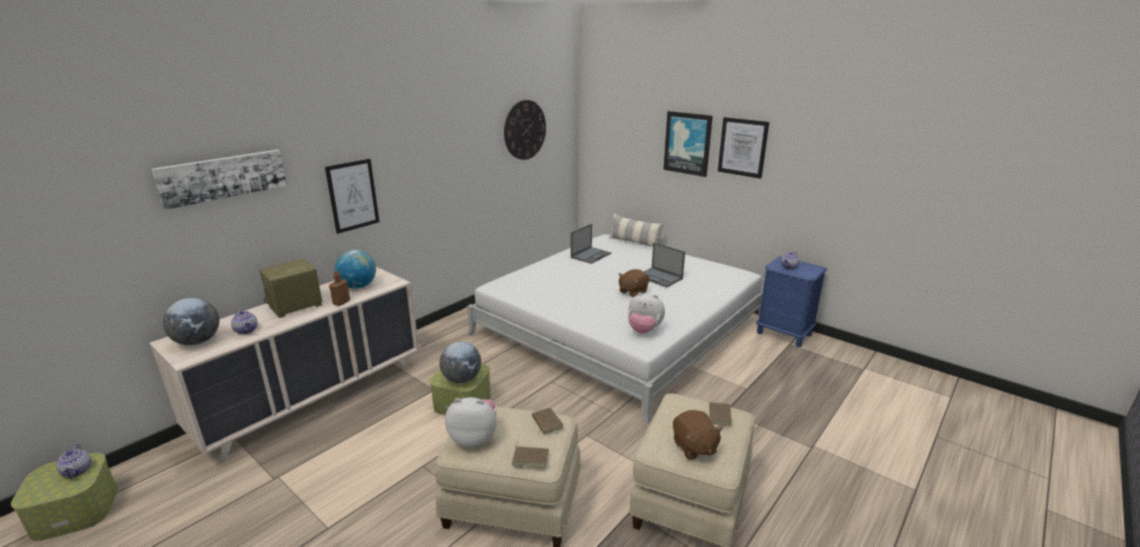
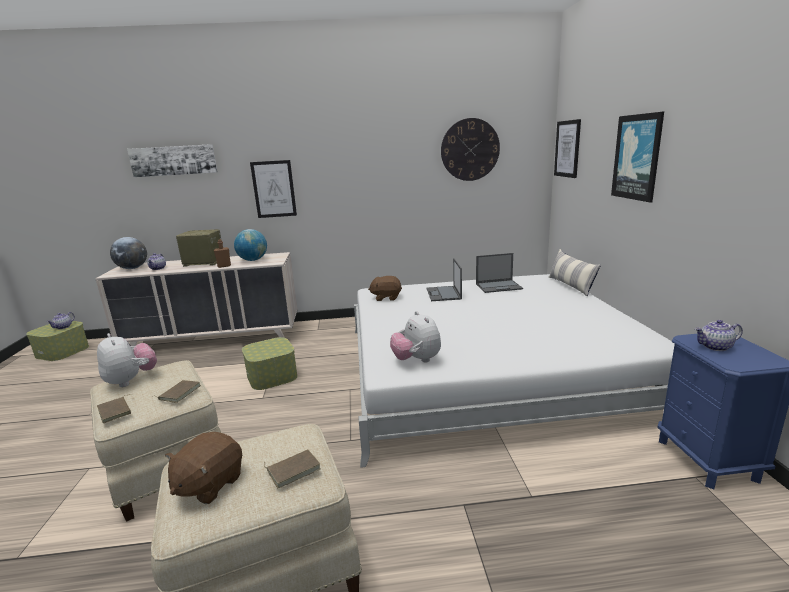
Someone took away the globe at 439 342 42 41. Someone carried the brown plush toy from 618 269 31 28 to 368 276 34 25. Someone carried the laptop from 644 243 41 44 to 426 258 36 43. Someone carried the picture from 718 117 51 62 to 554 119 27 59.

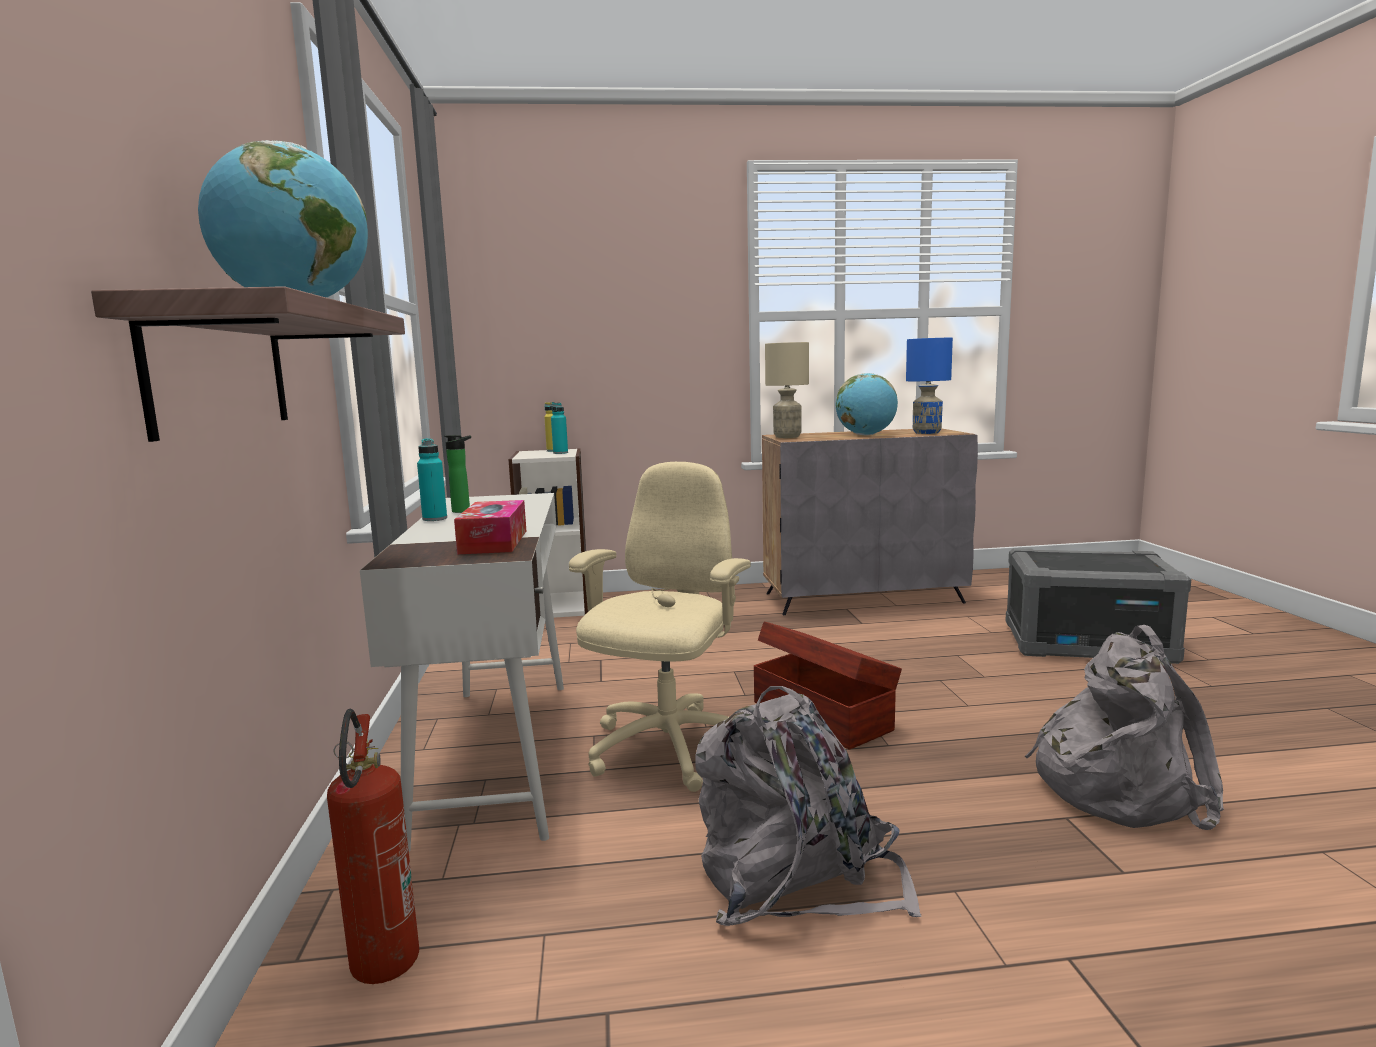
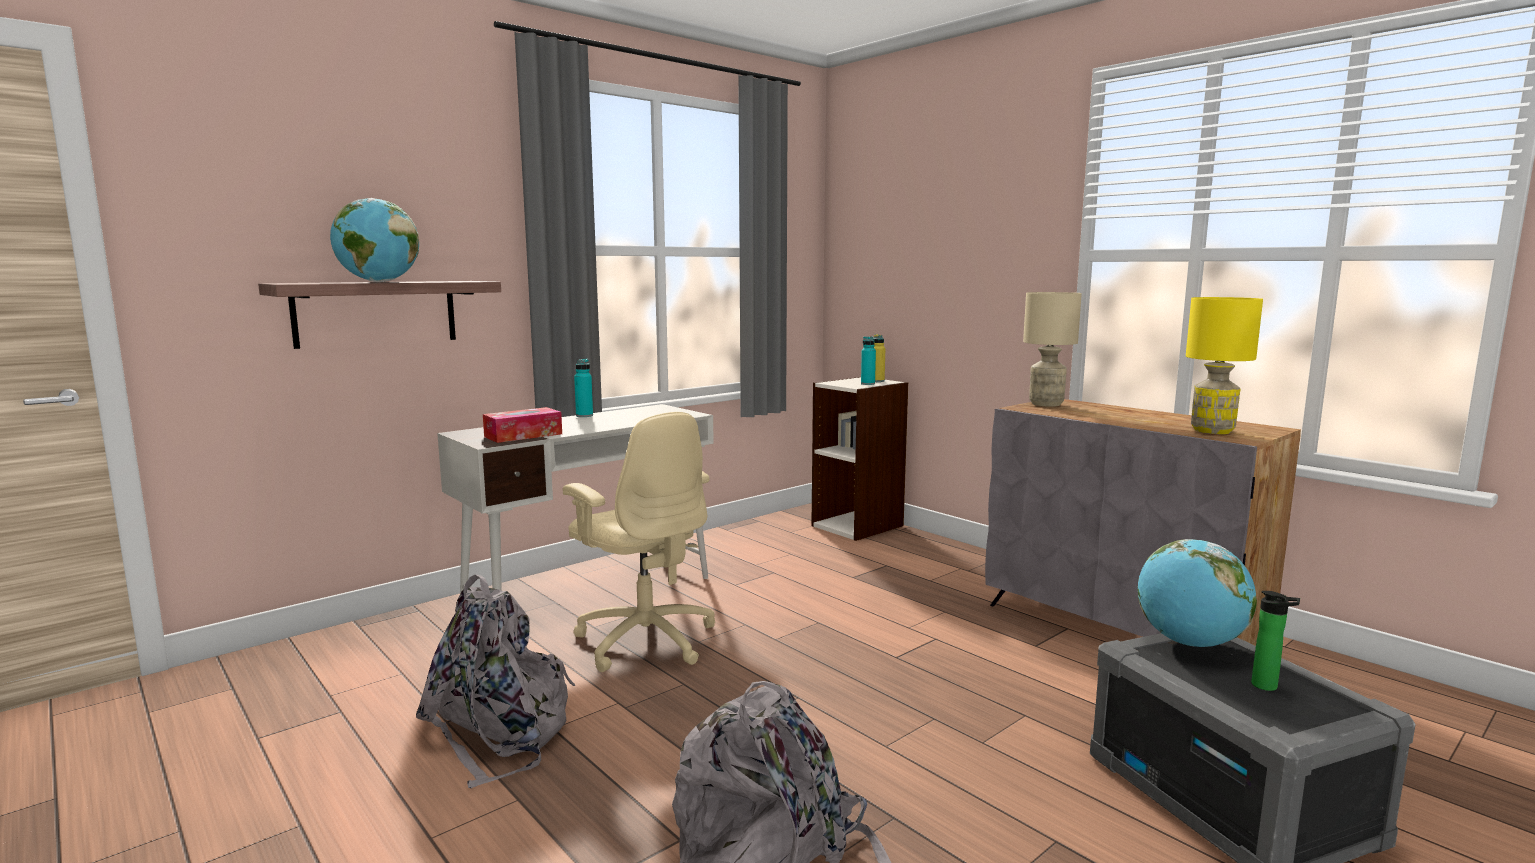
Someone took away the fire extinguisher at 327 708 92 276. Someone took away the brown storage box at 754 621 148 129. Someone carried the bottle from 444 435 27 78 to 1251 591 49 100. Someone carried the globe from 836 373 62 62 to 1138 539 119 108. Someone repainted the blue table lamp at 906 338 47 96, which became the yellow table lamp at 1186 297 77 137. Someone rotated the beige office chair at 569 462 182 330 by 60 degrees clockwise.

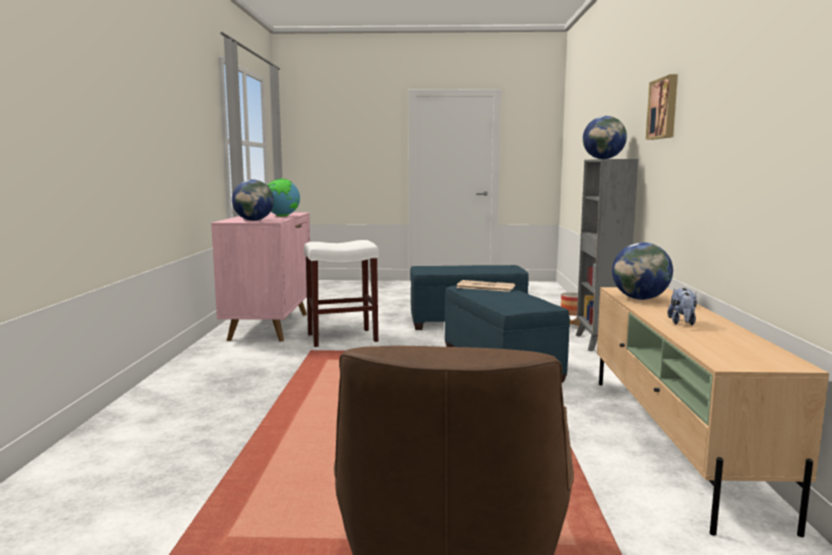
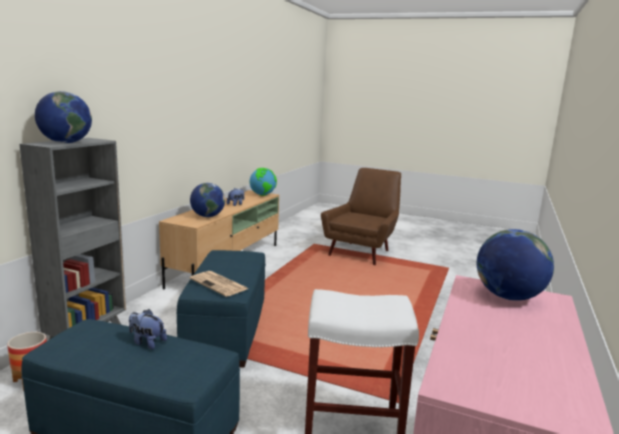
Someone took away the picture at 646 74 32 66. Someone put down the plush toy at 129 309 38 41. Someone carried the globe from 267 179 33 38 to 250 168 27 28.

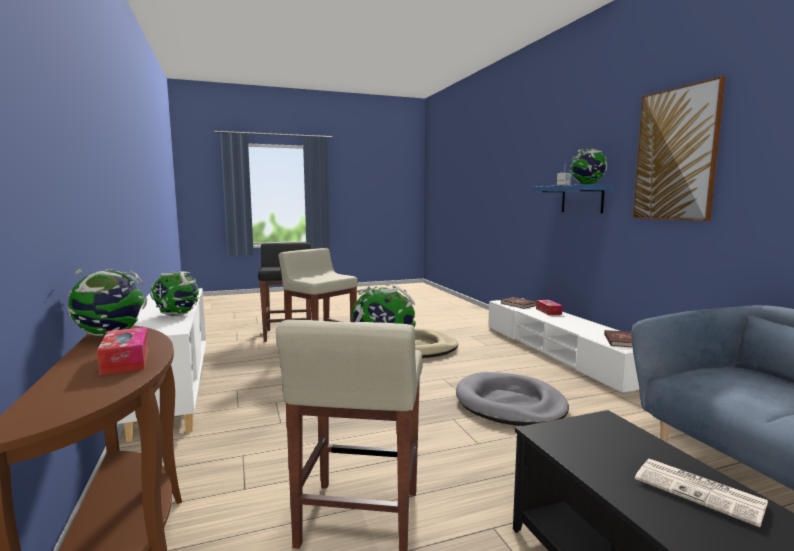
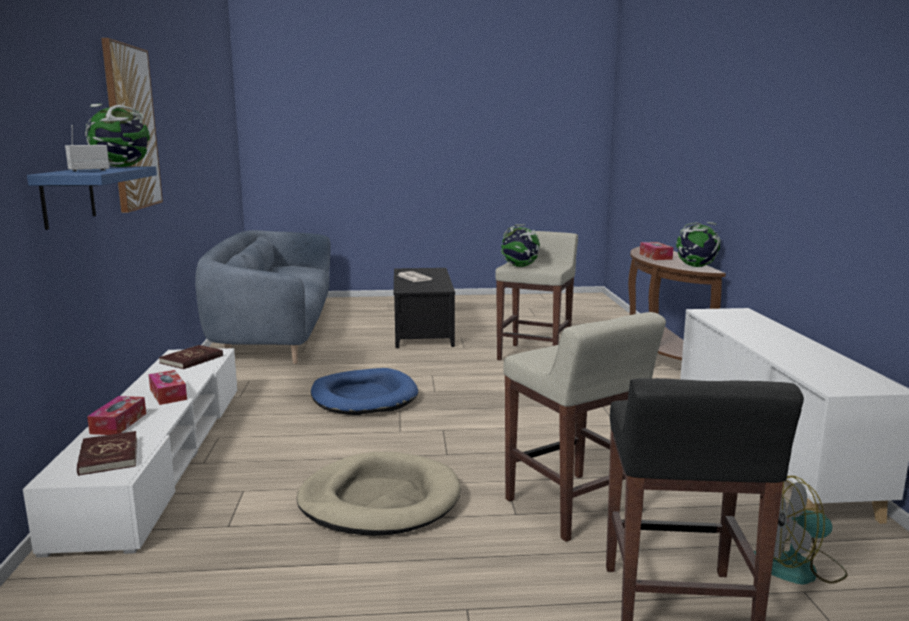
Someone took away the globe at 150 271 49 45. Someone put down the tissue box at 148 370 39 35. Someone put down the fan at 754 476 94 109. Someone repainted the grey dog bed at 456 372 113 54, which became the blue dog bed at 311 368 107 47.

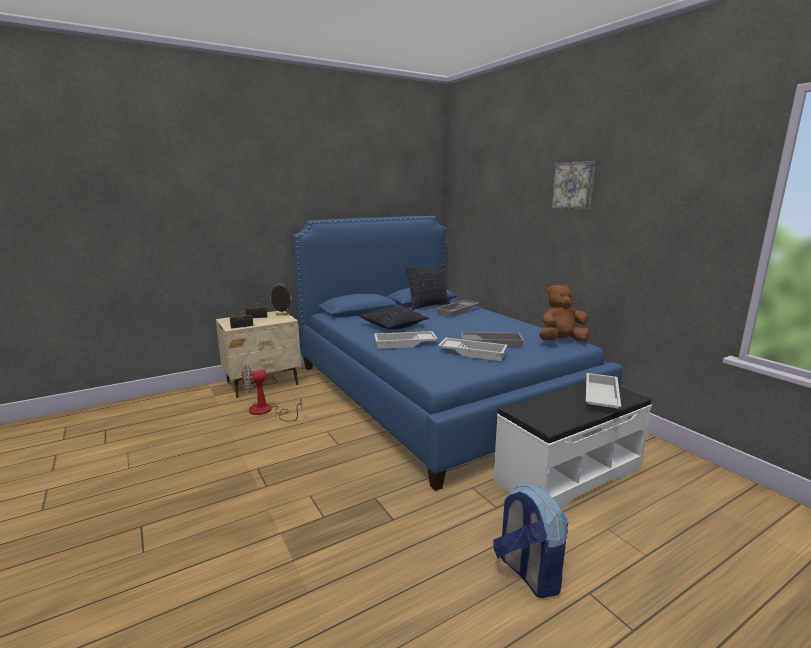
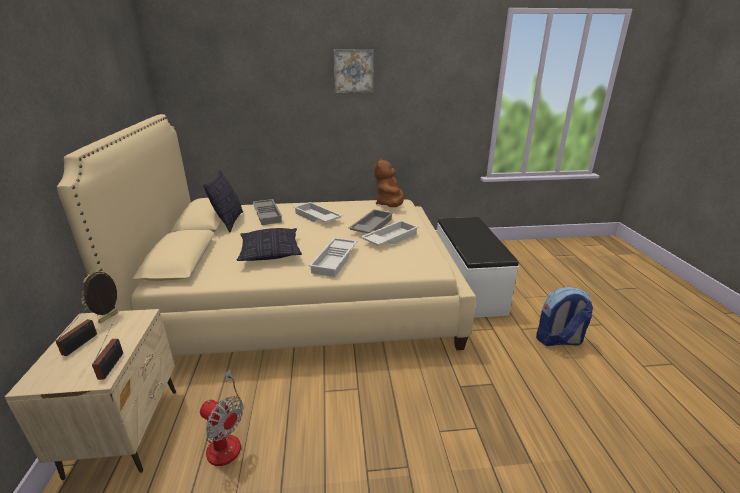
Someone carried the white tray from 586 373 35 36 to 294 202 48 21. Someone repainted the blue bed at 292 216 331 275, which became the beige bed at 57 114 419 242. Someone rotated the fan at 241 365 61 57 by 60 degrees counterclockwise.

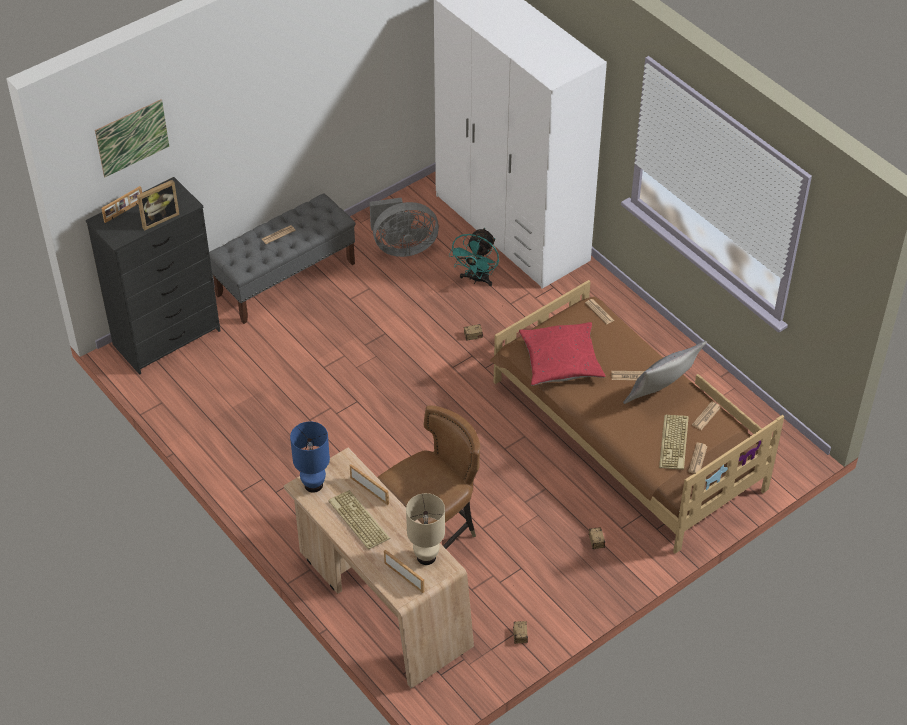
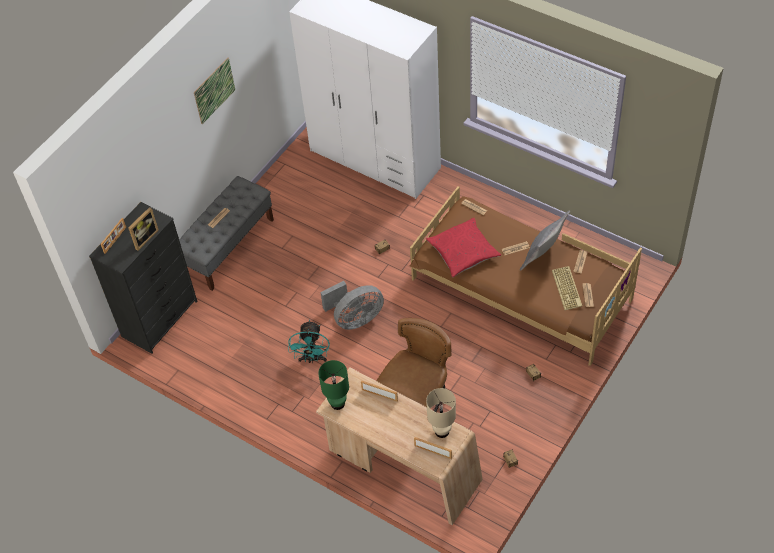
Someone took away the keyboard at 328 490 62 59. Someone carried the picture from 95 99 74 78 to 194 58 41 66. Someone carried the grey fan from 369 197 70 60 to 320 281 64 49. Someone carried the turquoise fan from 449 228 50 58 to 288 320 42 43. Someone repainted the blue table lamp at 290 421 40 72, which became the green table lamp at 318 360 31 50.

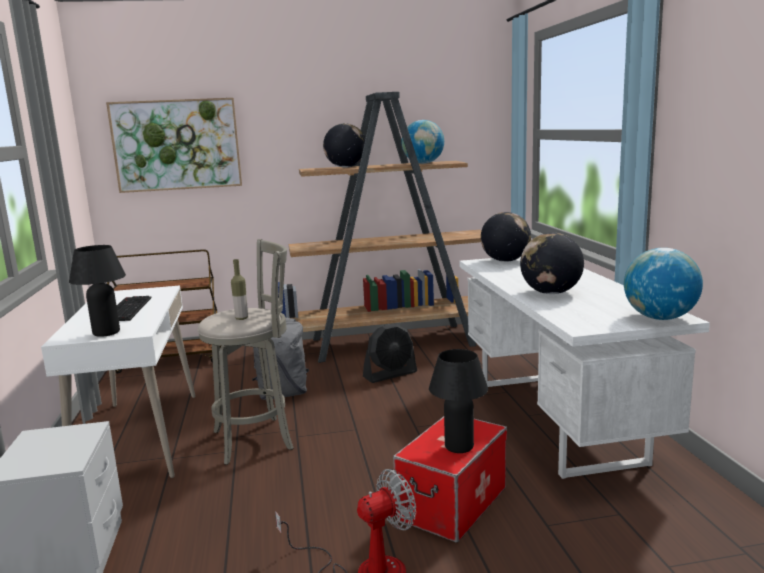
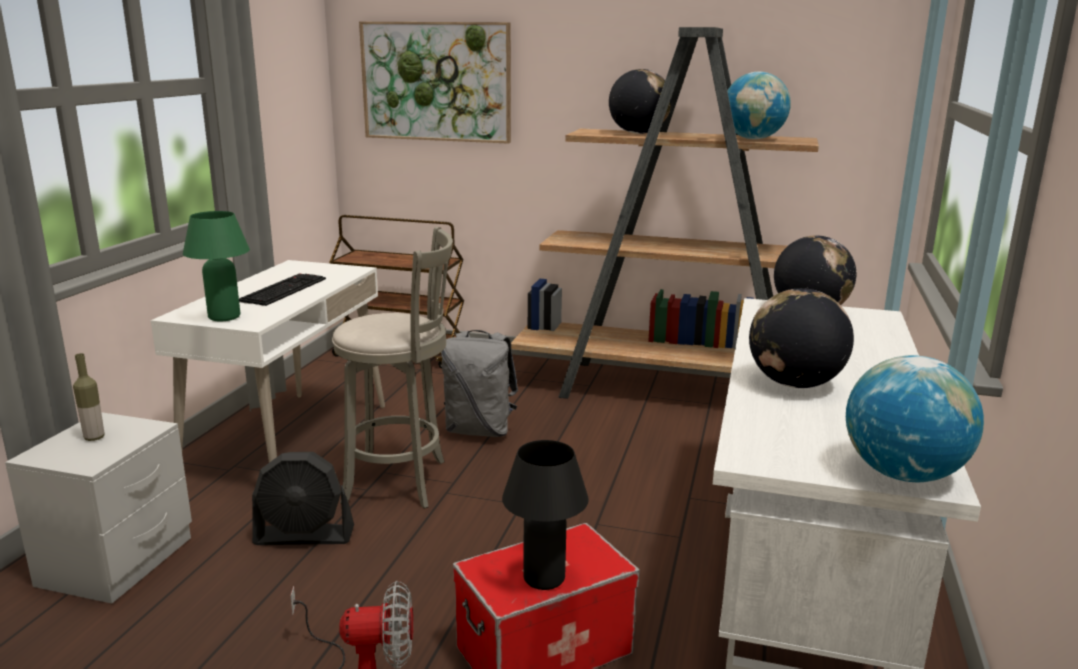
Someone carried the bottle from 231 259 17 61 to 73 353 31 88. Someone carried the black fan from 363 324 54 59 to 252 452 102 93. Someone repainted the black table lamp at 69 245 57 92, which became the green table lamp at 183 211 67 110.

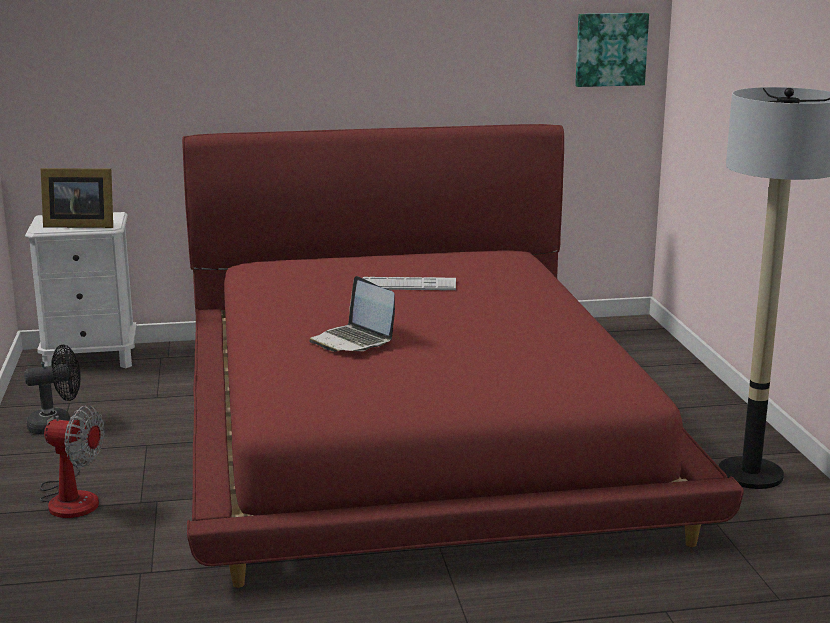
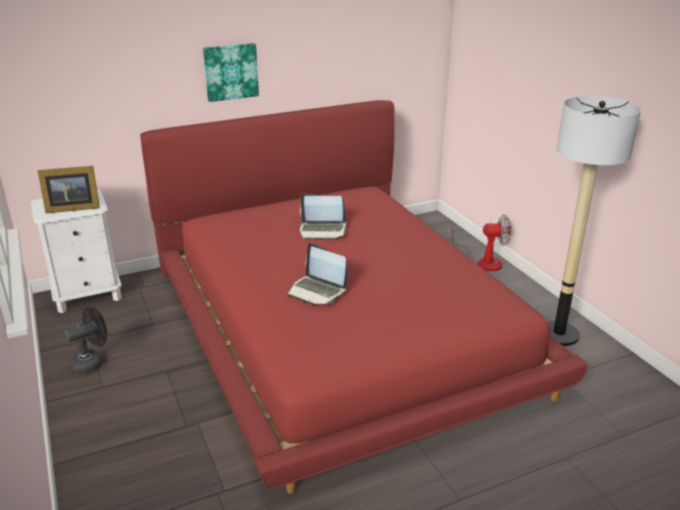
Someone carried the fan from 40 405 64 113 to 448 215 64 56. Someone carried the picture from 575 13 74 74 to 203 43 56 59. Someone swapped the keyboard at 363 277 93 13 for the laptop at 299 194 49 46.

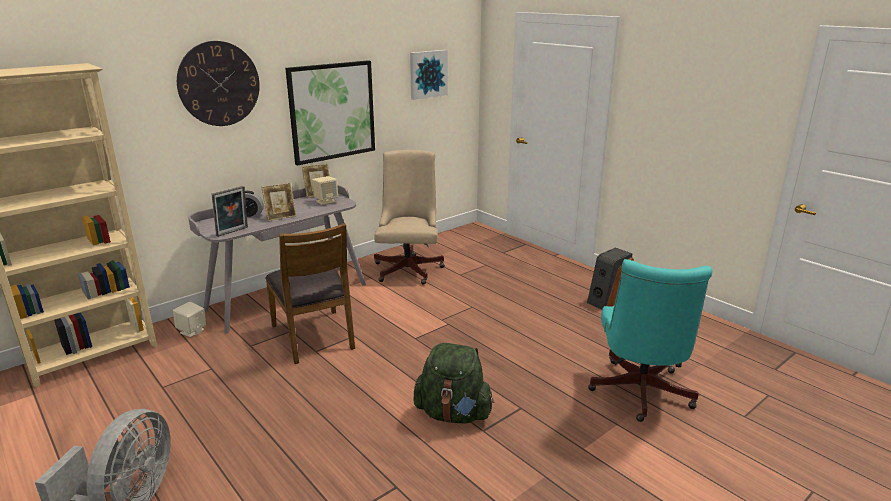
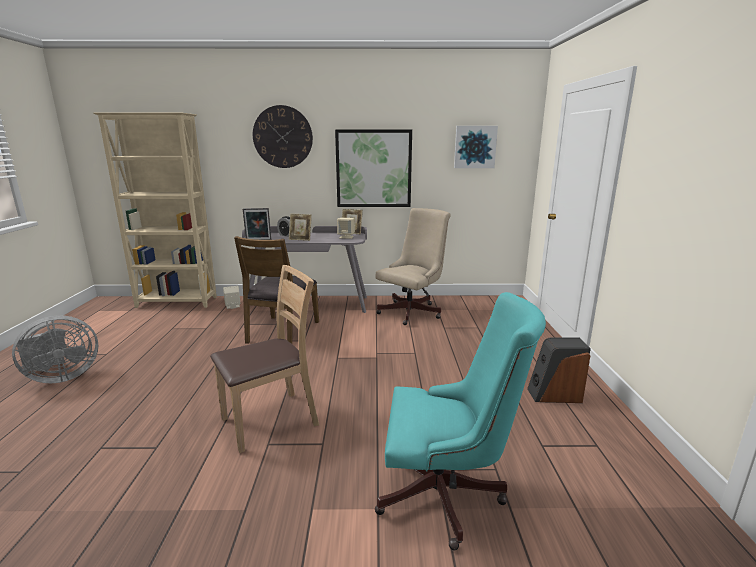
Someone swapped the green backpack at 414 343 80 80 for the brown chair at 210 265 109 188. Someone rotated the turquoise office chair at 588 259 124 163 by 135 degrees counterclockwise.

